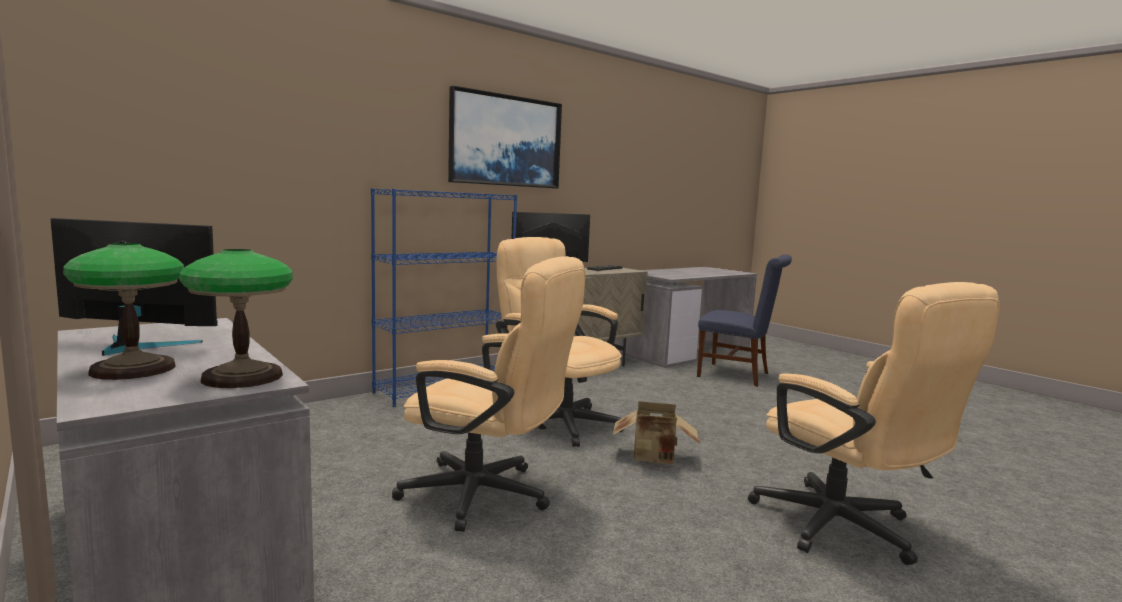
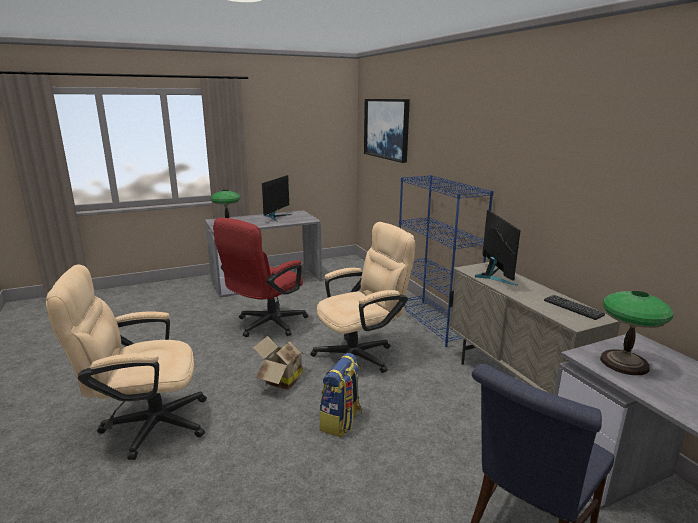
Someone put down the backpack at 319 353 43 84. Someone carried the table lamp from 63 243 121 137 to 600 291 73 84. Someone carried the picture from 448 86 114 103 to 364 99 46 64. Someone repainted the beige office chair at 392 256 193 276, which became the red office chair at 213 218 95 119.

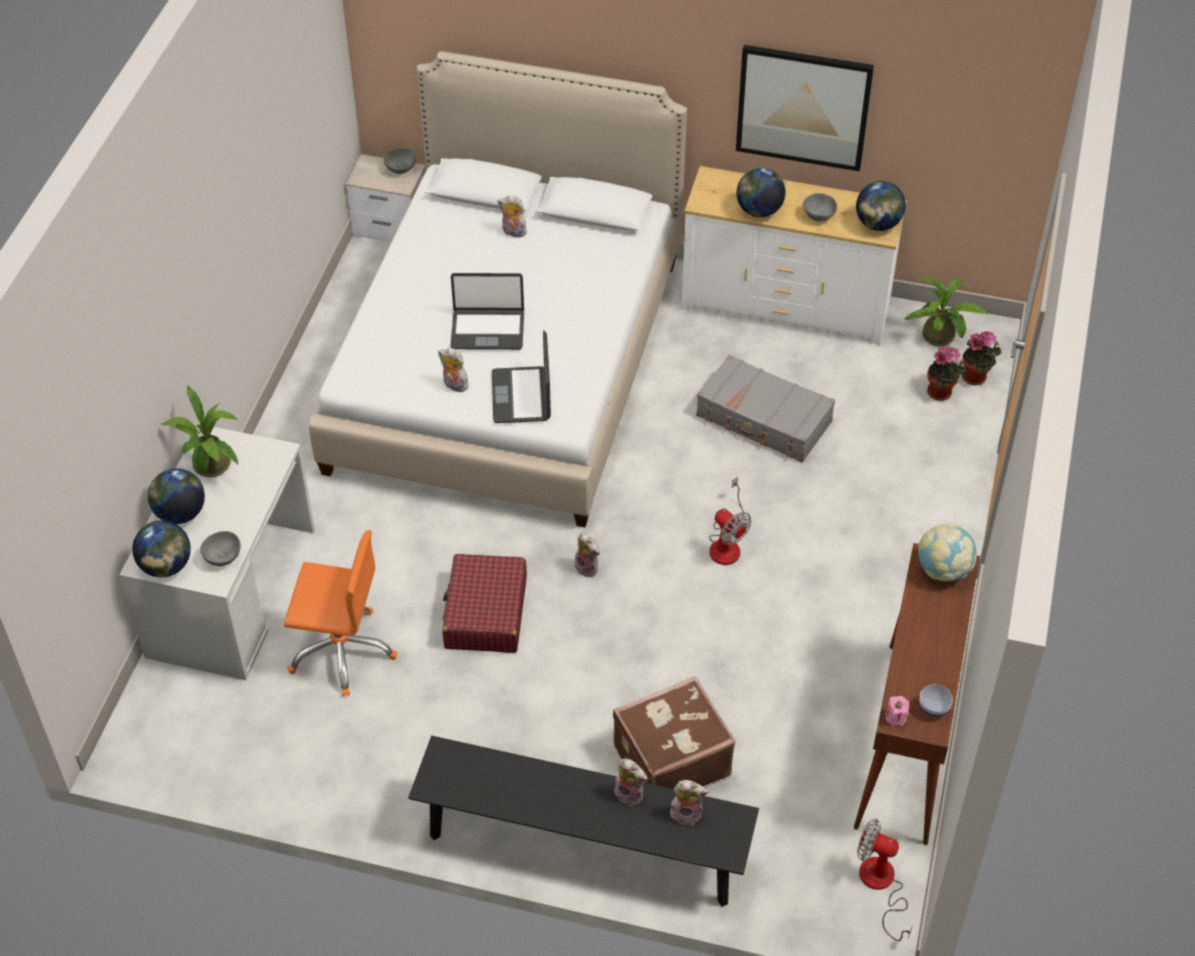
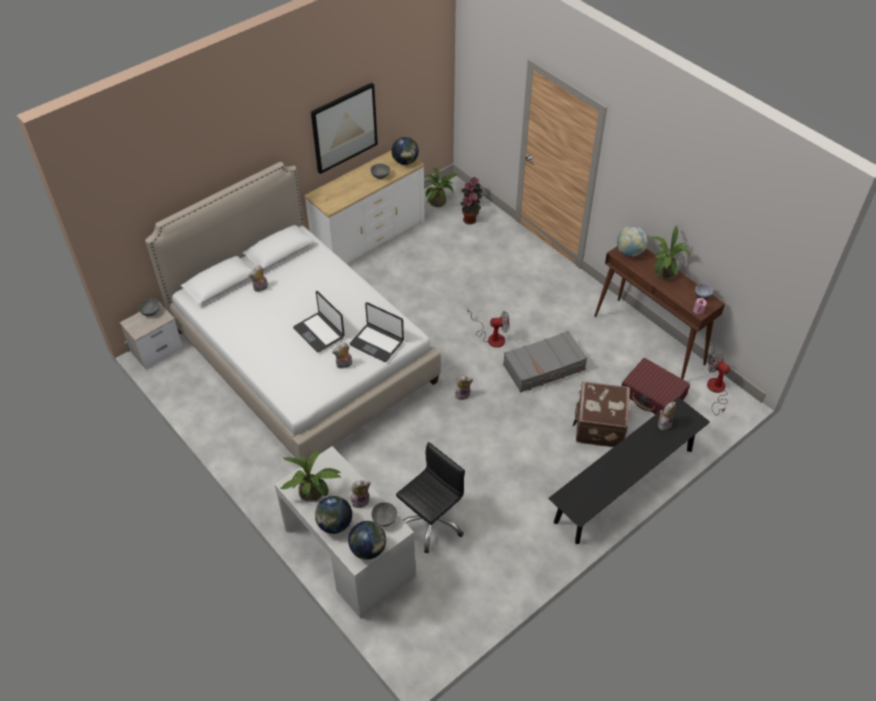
Someone took away the globe at 737 168 49 49. Someone put down the potted plant at 652 226 38 54. Someone carried the red suitcase from 442 554 85 99 to 622 358 68 57. Someone carried the plush toy from 614 759 34 47 to 351 480 20 28. Someone carried the grey suitcase from 696 355 139 107 to 503 331 84 61. Someone repainted the orange office chair at 284 530 113 166, which became the black office chair at 396 442 69 111. Someone rotated the laptop at 451 273 73 77 by 105 degrees clockwise. Someone rotated the fan at 857 819 56 122 by 75 degrees clockwise.

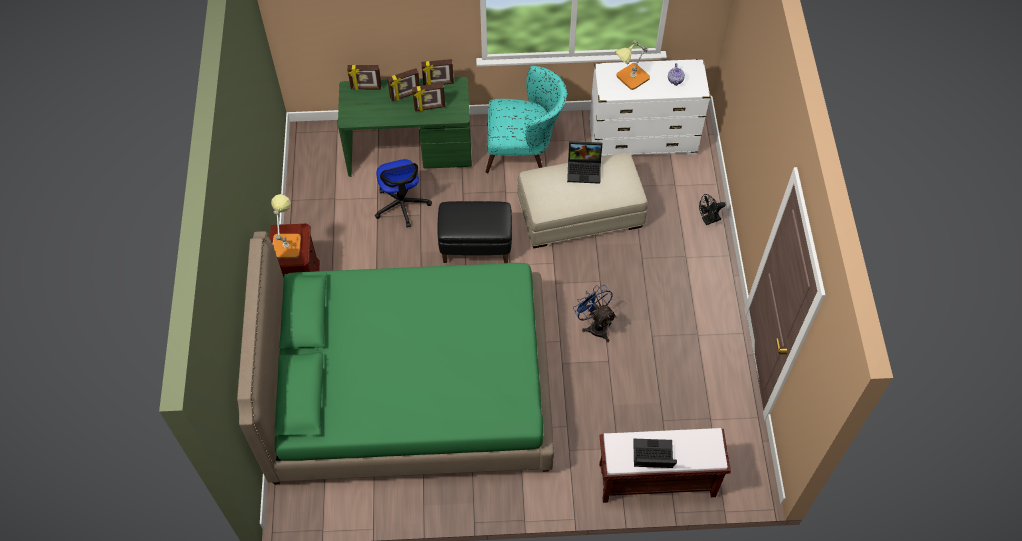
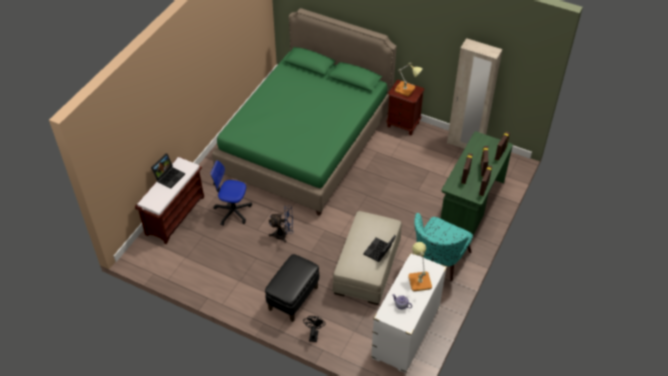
Someone put down the beige wardrobe at 447 38 55 111. Someone carried the office chair from 375 159 57 69 to 210 161 42 65. Someone carried the black ottoman from 437 201 75 62 to 265 254 54 68.

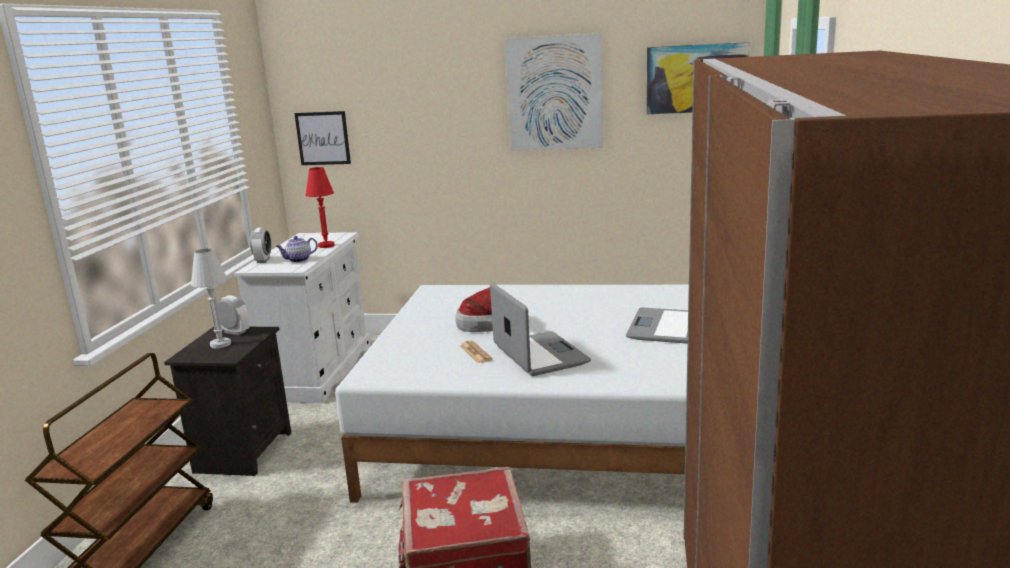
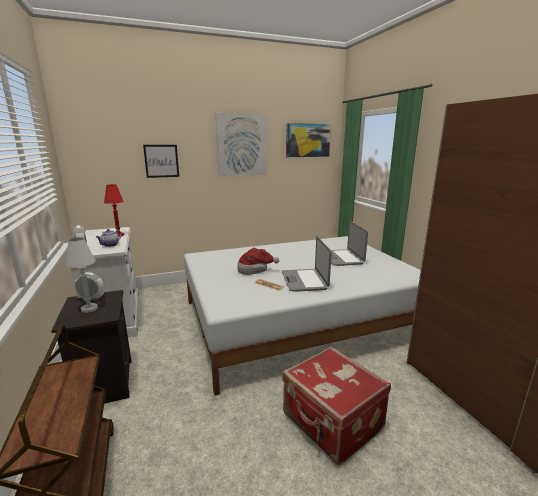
Someone carried the picture from 294 111 57 54 to 143 145 36 33. Someone rotated the laptop at 490 283 101 93 by 135 degrees counterclockwise.

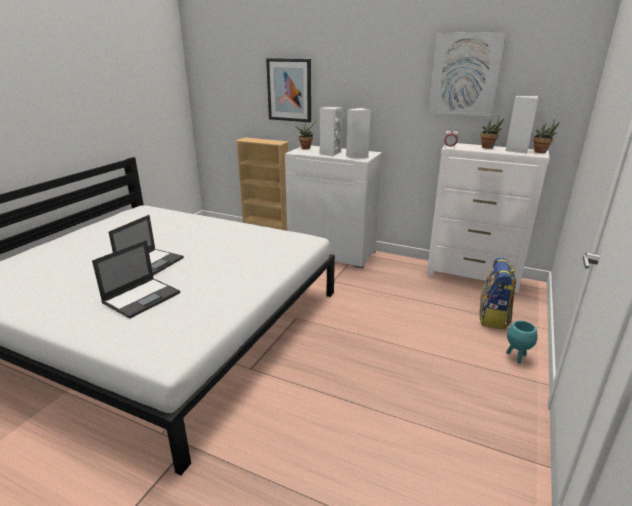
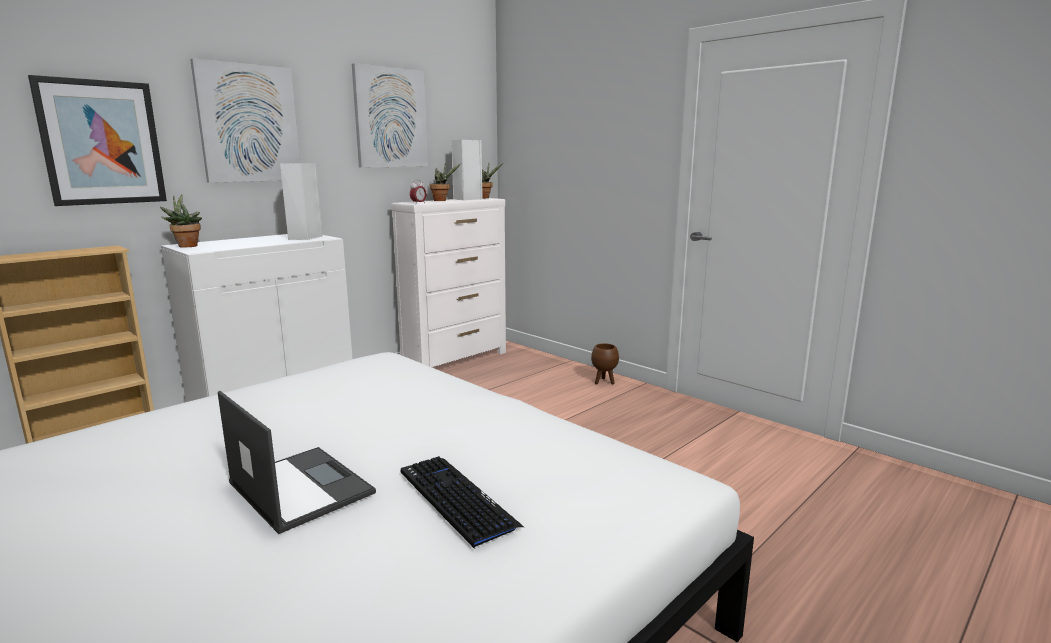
Someone took away the white speaker at 319 107 23 50. Someone took away the backpack at 479 257 37 73. Someone put up the picture at 190 58 110 125. Someone swapped the laptop at 92 240 88 79 for the keyboard at 401 456 123 93. Someone repainted the turquoise planter at 506 321 32 43, which became the brown planter at 591 343 28 41.

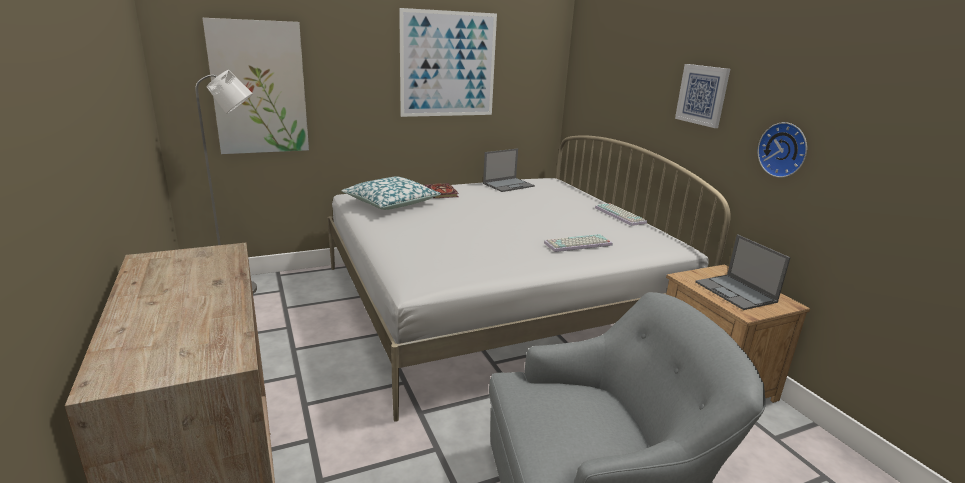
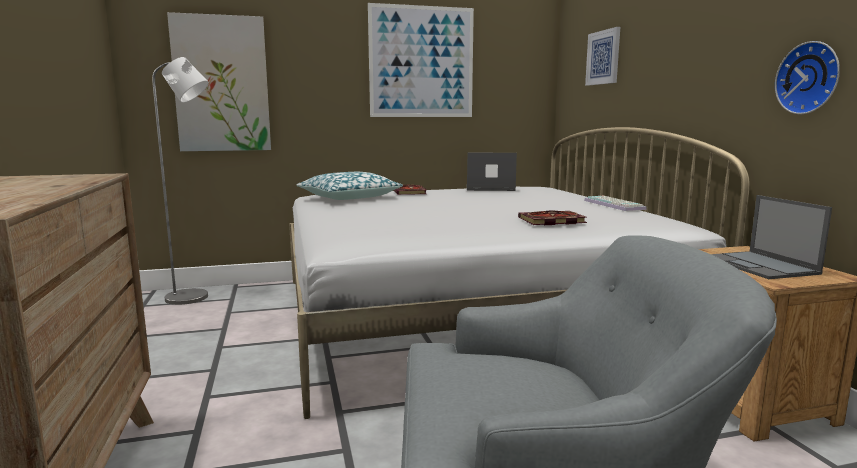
Someone carried the picture from 675 64 55 64 to 585 27 35 59. Someone swapped the keyboard at 544 234 69 18 for the book at 518 210 69 15. Someone rotated the laptop at 483 148 52 44 by 150 degrees counterclockwise.

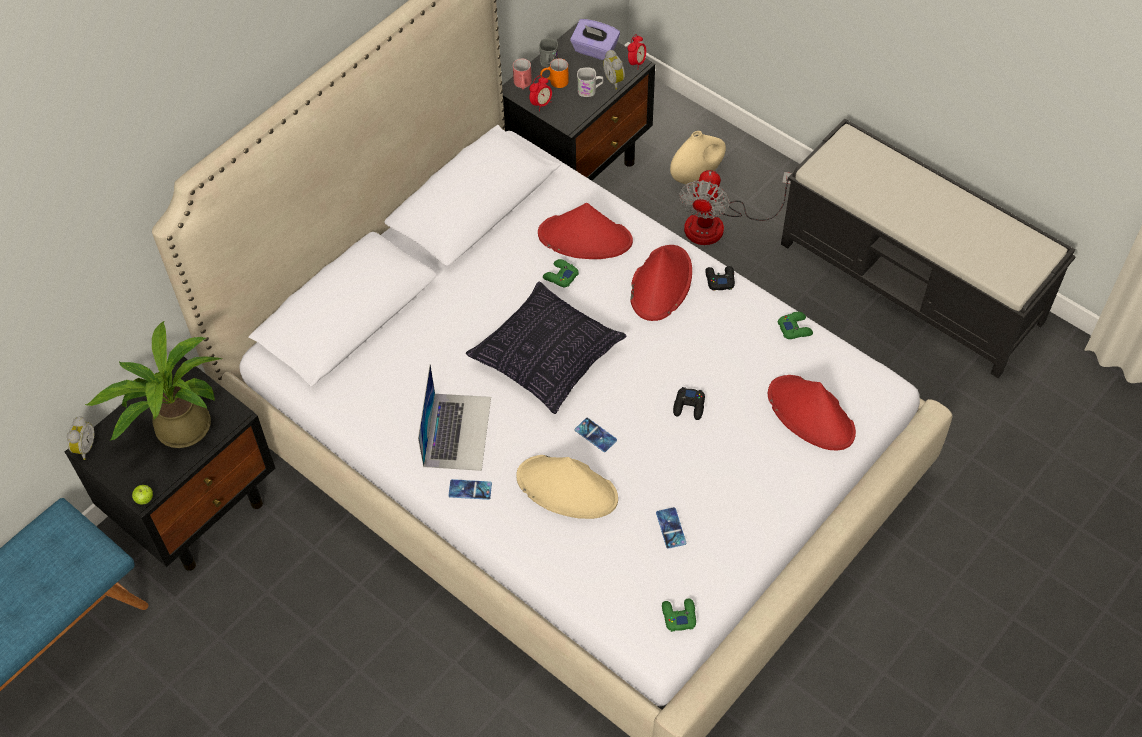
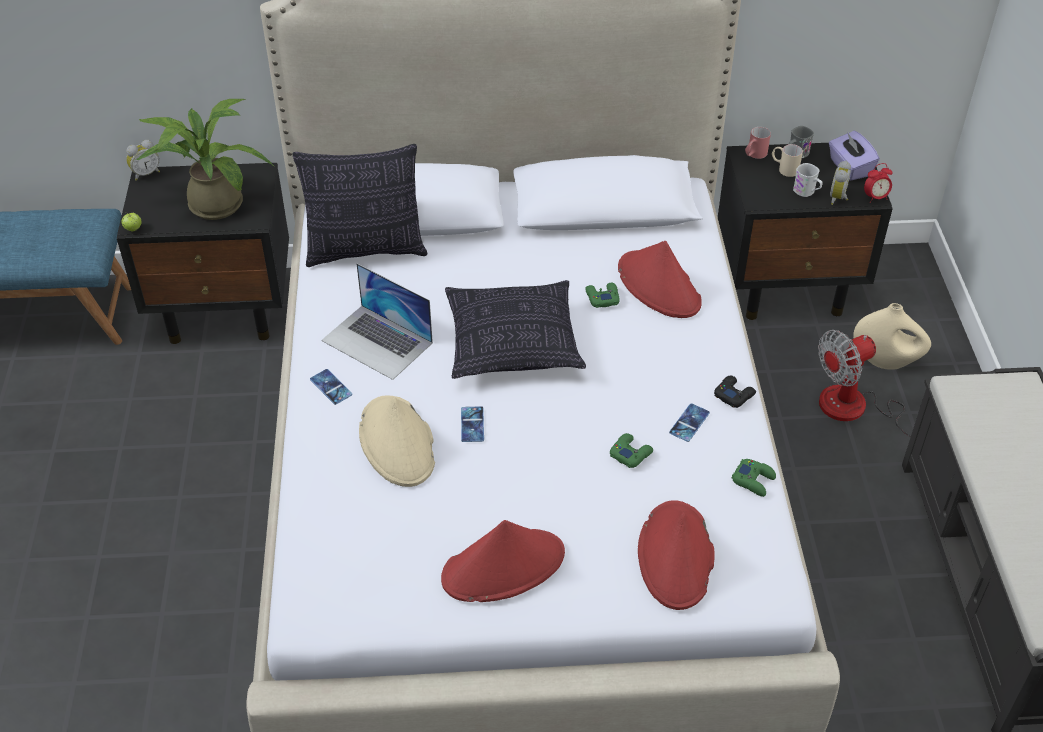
Someone took away the alarm clock at 529 75 23 36. Someone took away the black game controller at 673 387 32 33. Someone put down the pillow at 293 144 134 123. Someone carried the red hat from 630 245 62 76 to 441 520 124 82. Someone carried the phone from 656 507 30 42 to 669 403 41 39. Someone carried the green game controller from 662 598 34 34 to 610 433 43 35. Someone repainted the orange mug at 540 58 29 30, which became the beige mug at 772 144 31 33. Someone rotated the laptop at 418 365 73 106 by 75 degrees clockwise.

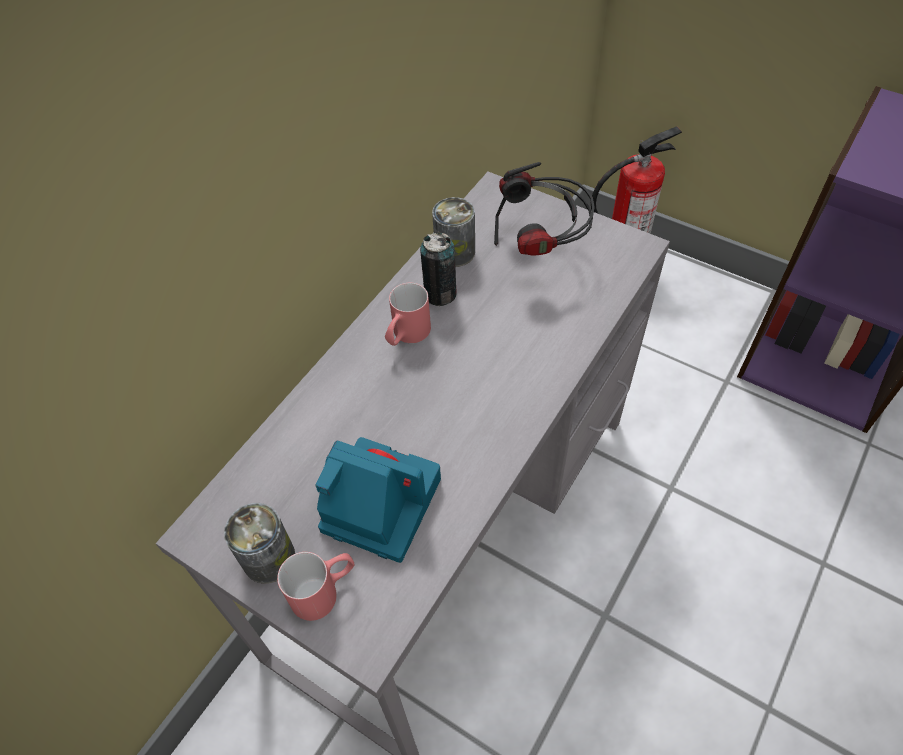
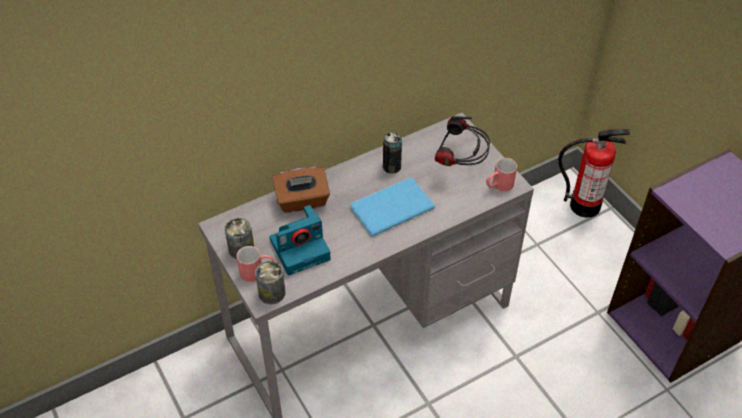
Someone put down the brown tissue box at 272 166 58 47. Someone put down the blue book at 350 177 85 59. Someone carried the red mug from 385 283 46 63 to 486 158 31 34. Someone carried the can from 432 197 43 70 to 255 261 31 43. Someone rotated the photo camera at 316 437 125 126 by 105 degrees clockwise.

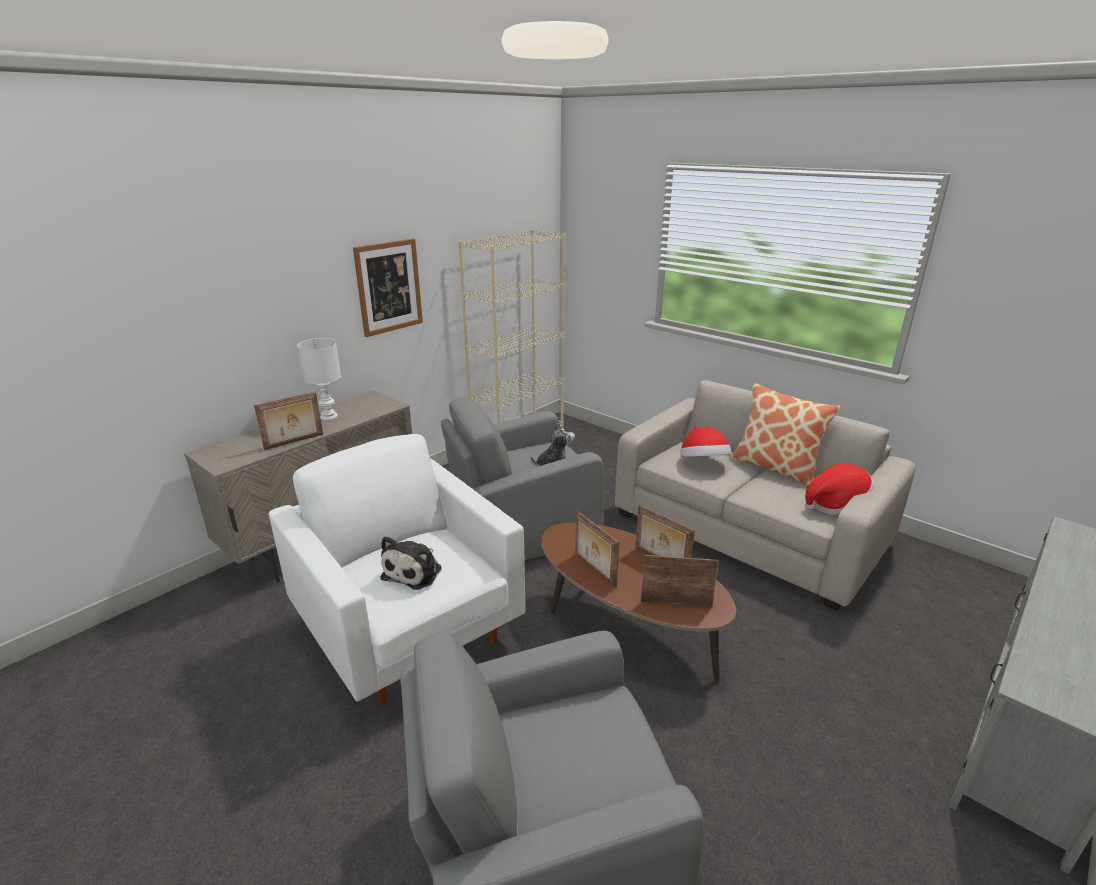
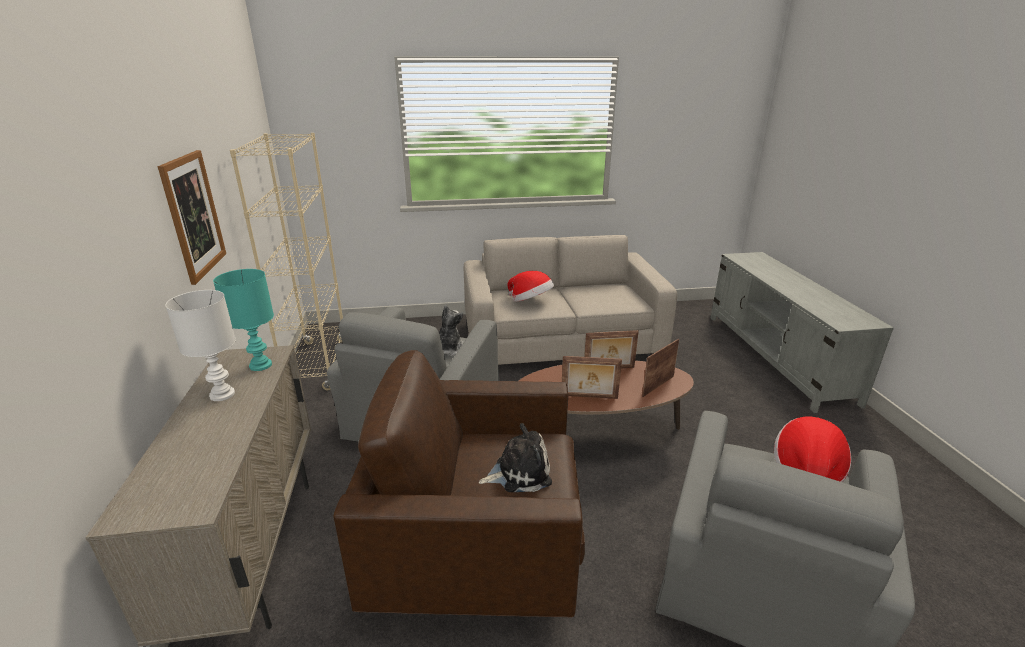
Someone took away the picture frame at 254 391 69 59. Someone took away the pillow at 730 383 112 103. Someone put down the turquoise table lamp at 213 269 61 102. Someone carried the hat from 805 463 70 52 to 774 417 77 65. Someone repainted the white armchair at 269 434 256 271, which became the brown armchair at 333 350 252 268. Someone rotated the plush toy at 381 536 61 54 by 75 degrees counterclockwise.

